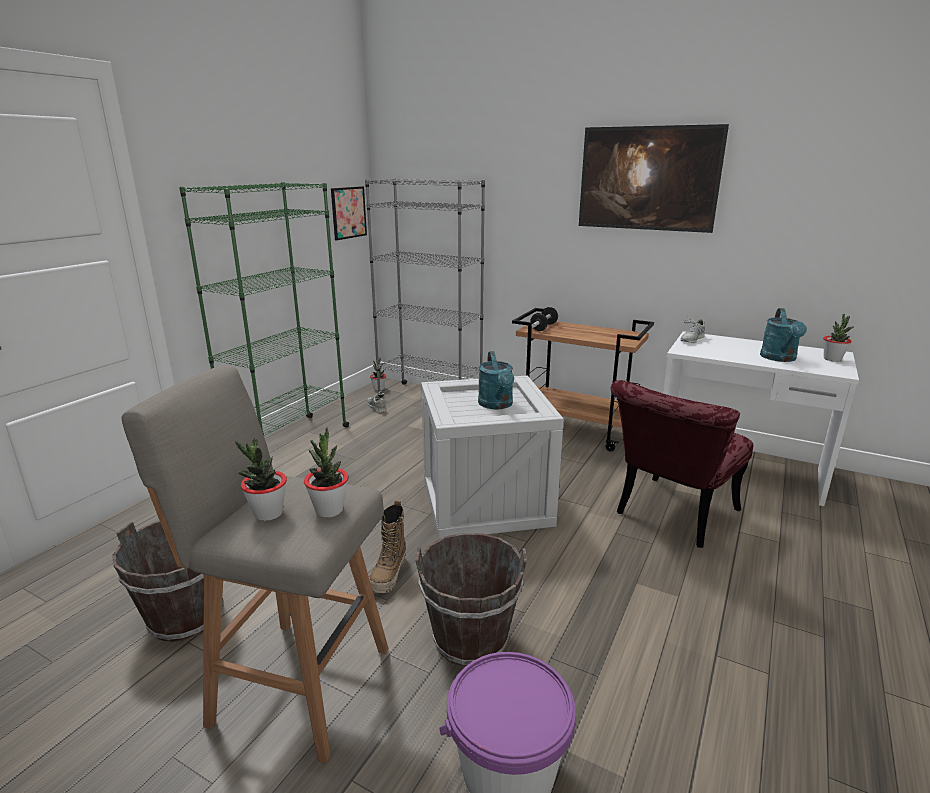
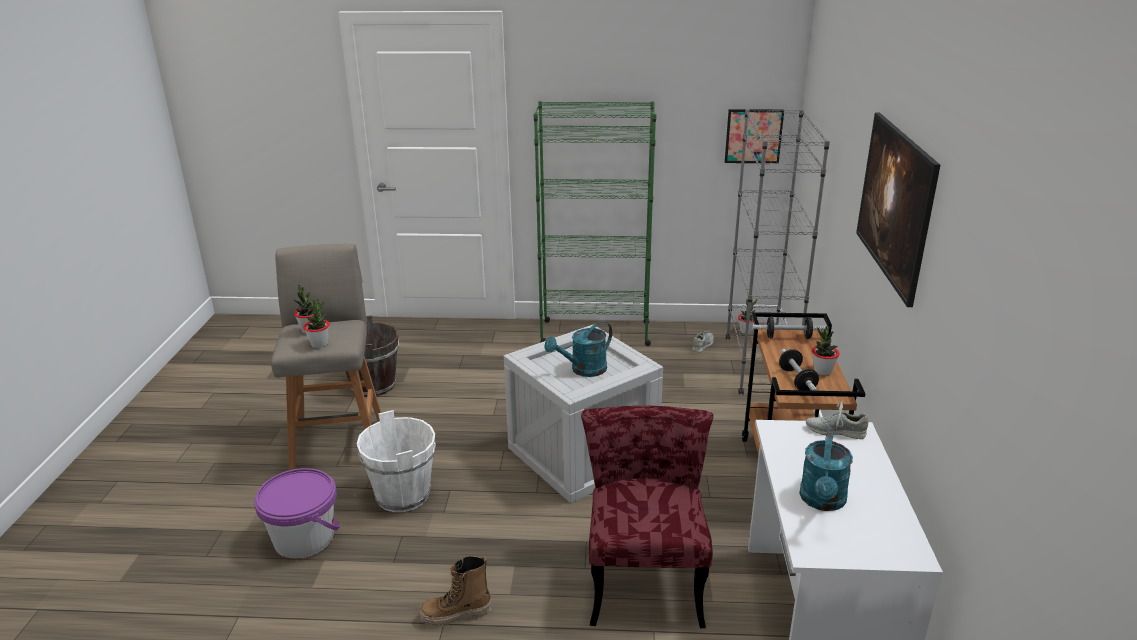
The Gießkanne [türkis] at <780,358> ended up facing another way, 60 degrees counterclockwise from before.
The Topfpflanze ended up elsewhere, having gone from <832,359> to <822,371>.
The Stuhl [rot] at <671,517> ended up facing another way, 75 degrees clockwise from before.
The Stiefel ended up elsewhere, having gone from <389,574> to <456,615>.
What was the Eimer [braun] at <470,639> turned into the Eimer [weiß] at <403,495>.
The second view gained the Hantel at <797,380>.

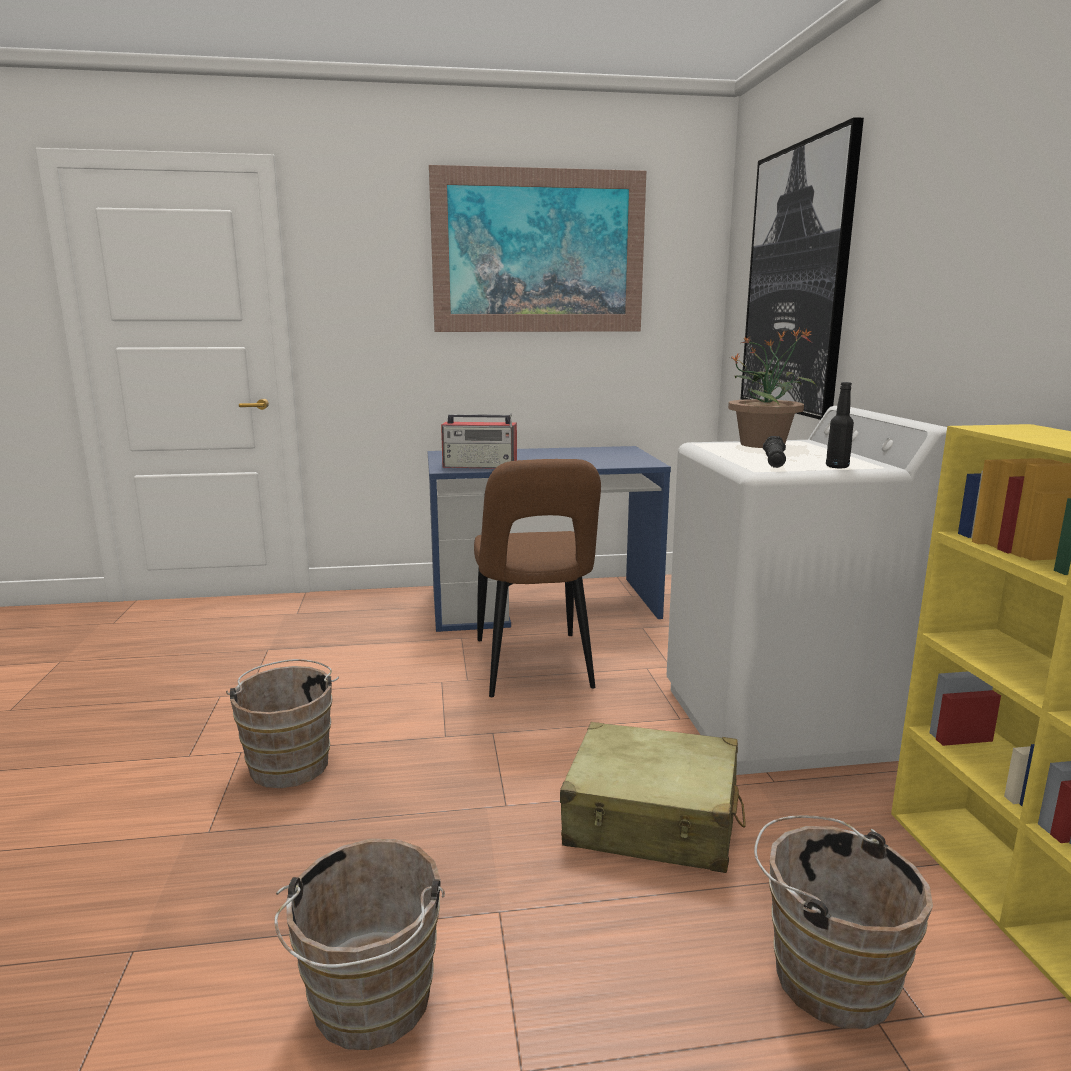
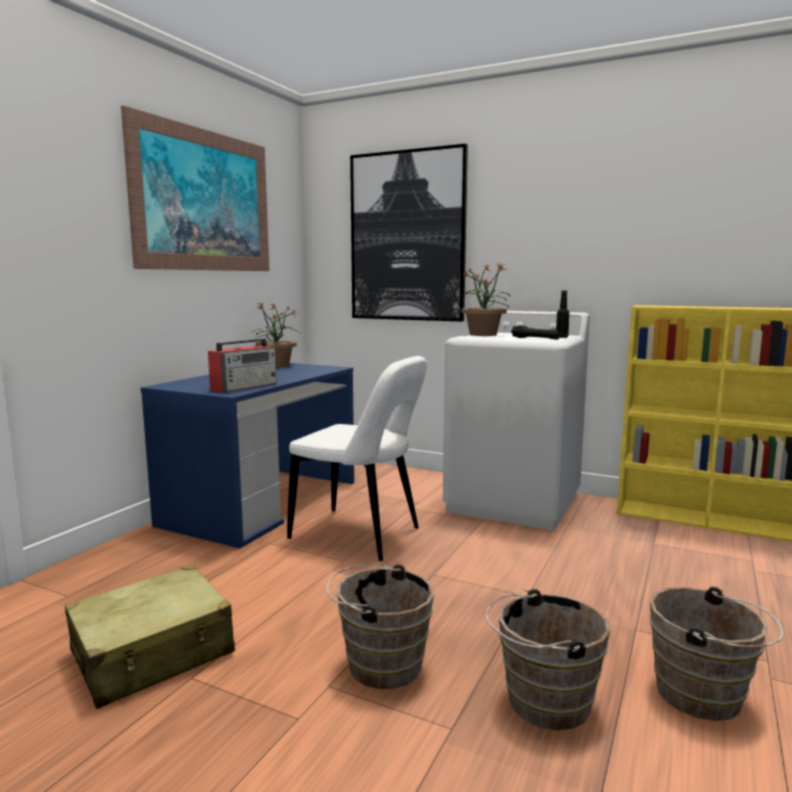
What was the Stuhl [braun] at <534,667> turned into the Stuhl [weiß] at <360,535>.
The Koffer [beige] ended up elsewhere, having gone from <652,820> to <153,653>.
The Eimer [braun] ended up elsewhere, having gone from <824,973> to <541,702>.
The second view gained the Topfpflanze at <277,365>.

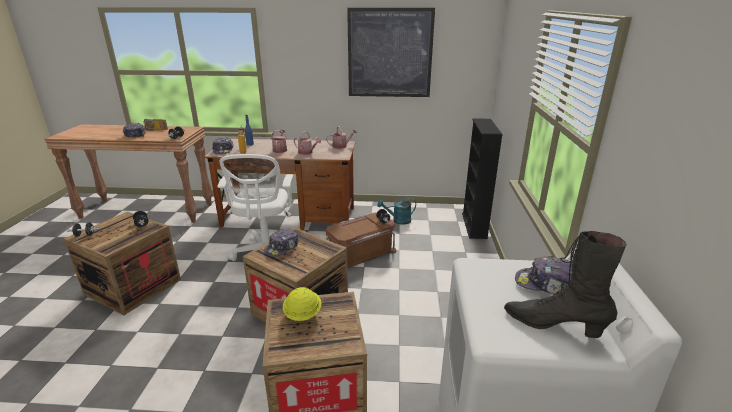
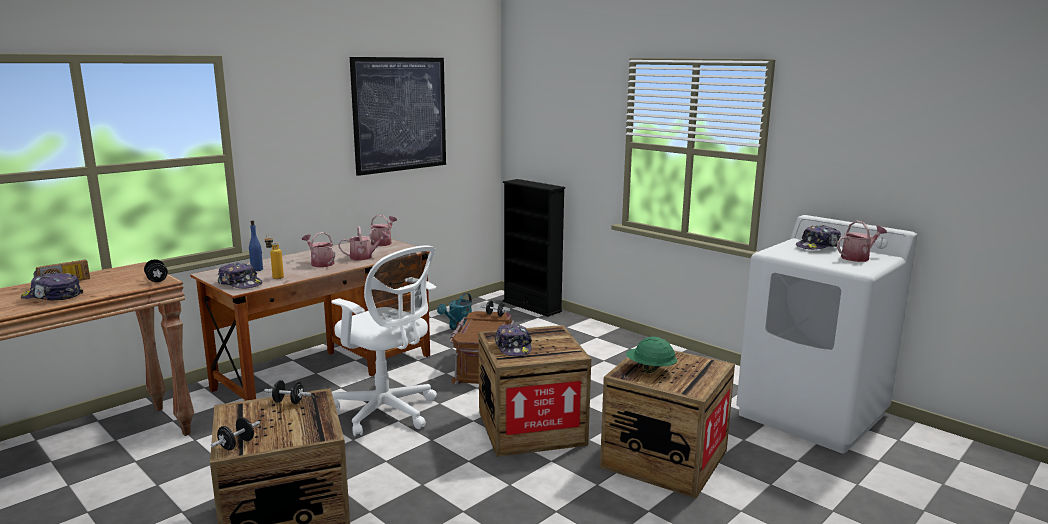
Where the Stiefel [schwarz] stood at <553,325>, the Gießkanne came to stand at <858,257>.
What was the Schutzhelm [gelb] at <302,314> turned into the Schutzhelm [grün] at <650,369>.

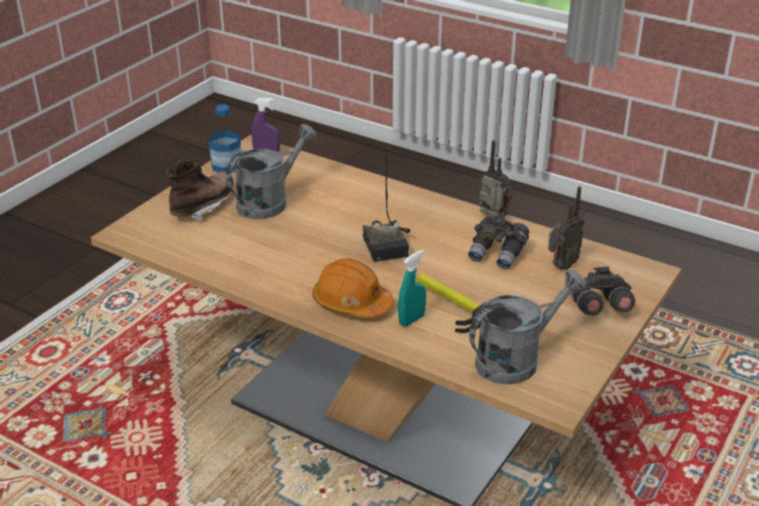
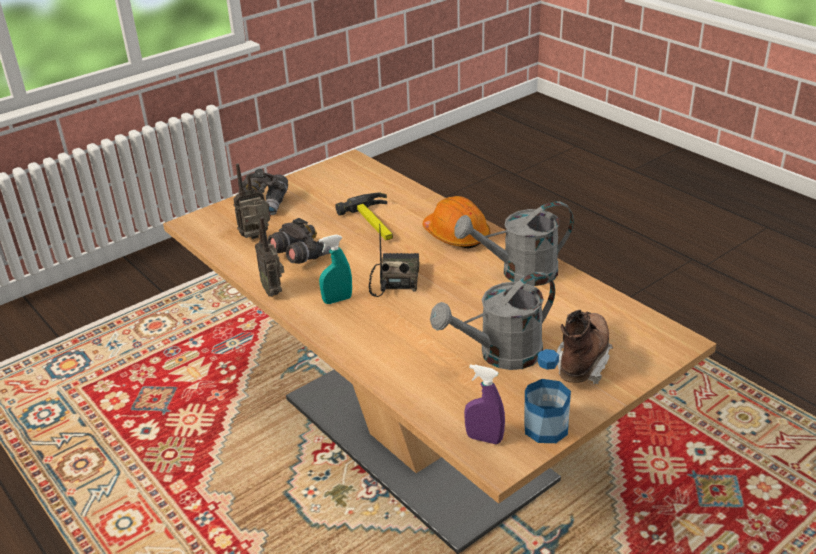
The Stiefel [braun] at <203,207> ended up facing another way, 150 degrees clockwise from before.
The Sprühflasche [türkis] ended up elsewhere, having gone from <411,320> to <337,300>.
The Gießkanne [grau] ended up elsewhere, having gone from <516,359> to <519,273>.

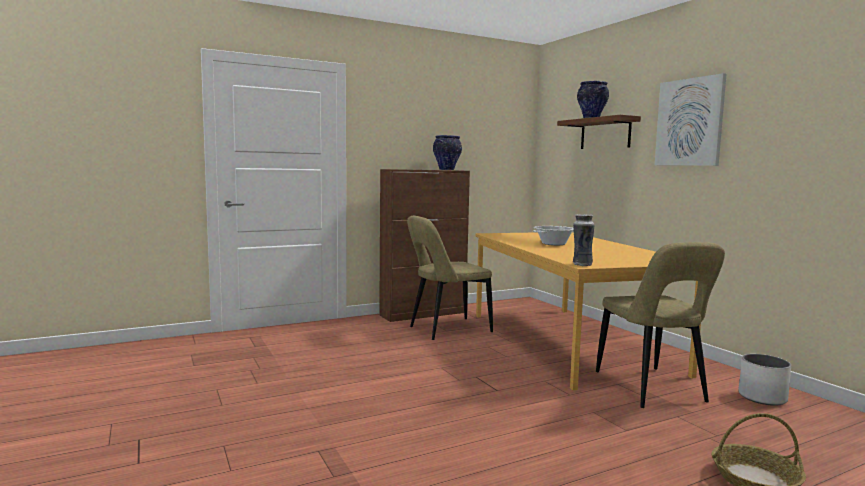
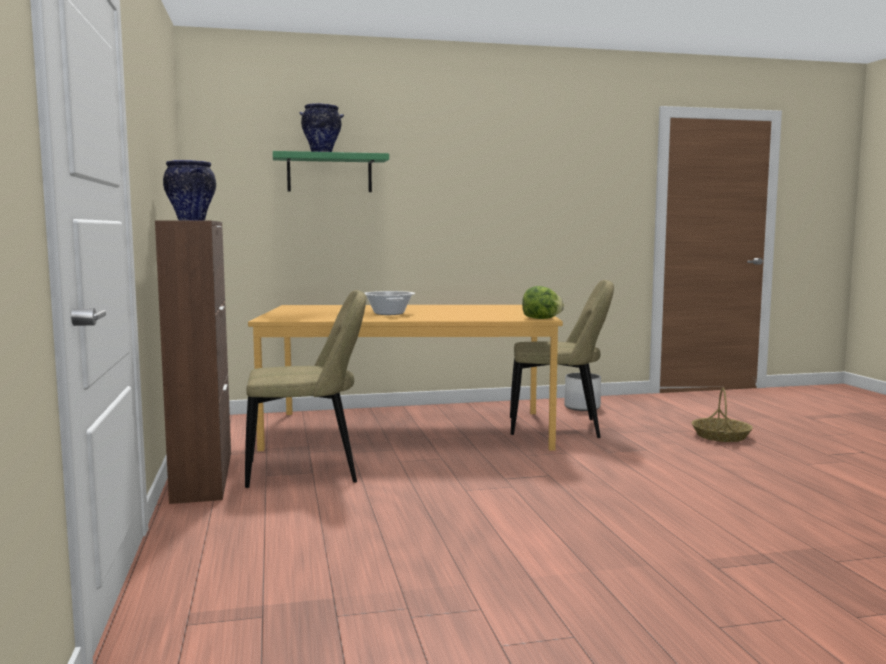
The second view lost the Bild at <689,122>.
What was the Wandregal [braun] at <605,133> turned into the Wandregal [grün] at <329,173>.
Where the Vase stood at <581,264>, the Salatkopf came to stand at <541,318>.
The Stuhl [beige] at <446,330> ended up facing another way, 90 degrees counterclockwise from before.

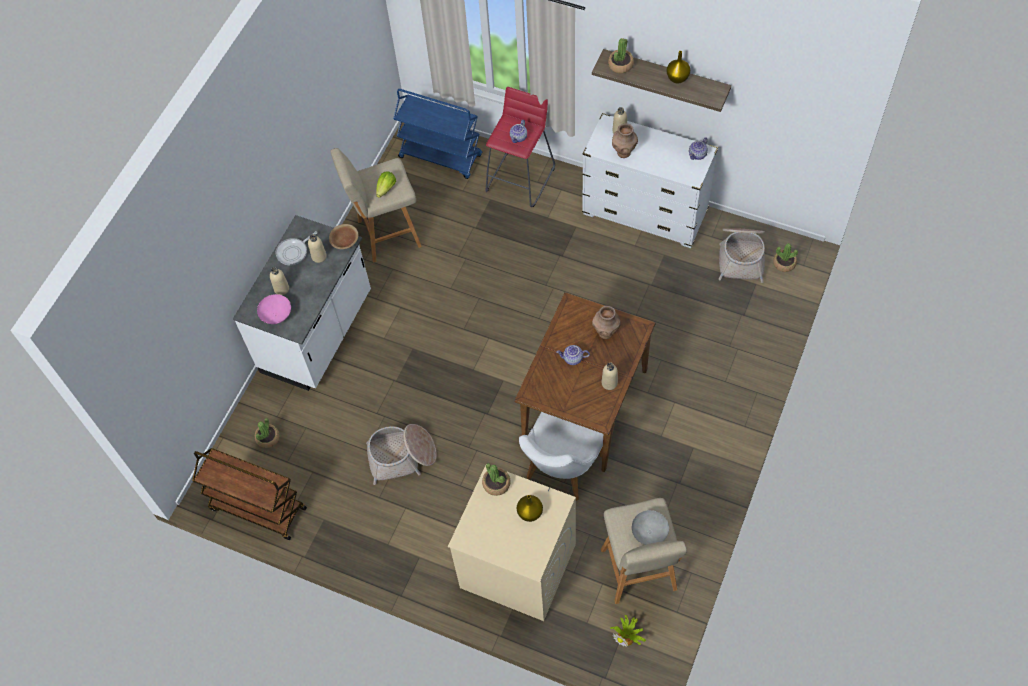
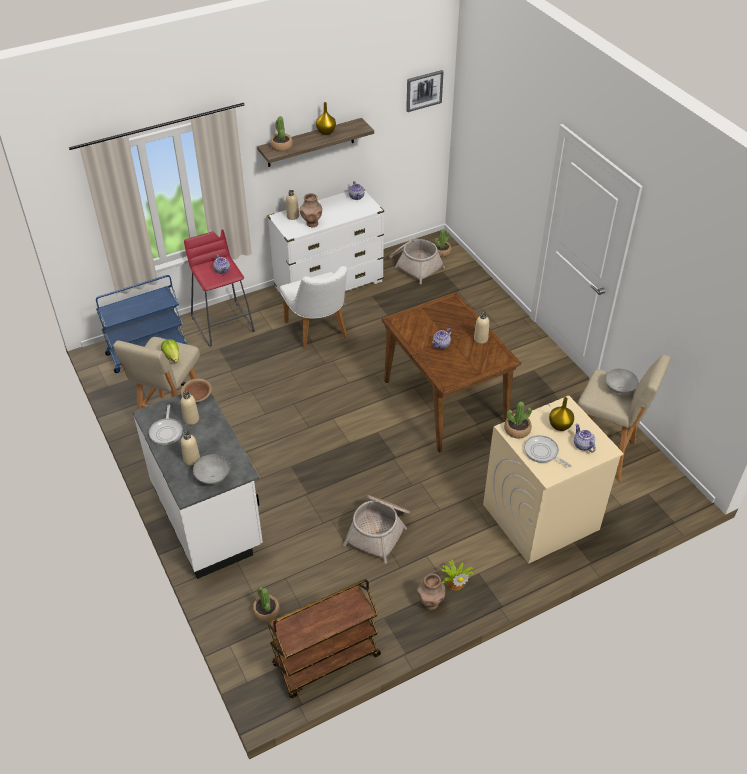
What was the Schüssel [rosa] at <277,315> turned into the Schüssel [grau] at <213,476>.
The Vase [braun] ended up elsewhere, having gone from <606,332> to <430,603>.
The Stuhl [weiß] ended up elsewhere, having gone from <560,472> to <319,332>.
The Topfpflanze ended up elsewhere, having gone from <627,636> to <455,582>.
The second view gained the Bild at <424,90>.
The second view gained the Teekanne at <582,445>.
The second view gained the Pfanne at <542,452>.

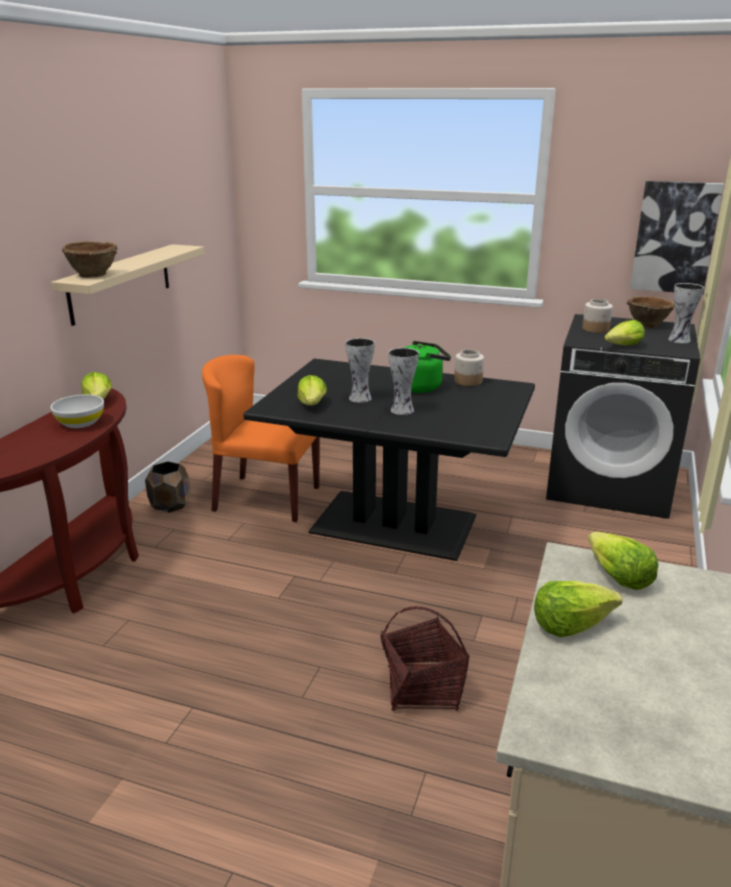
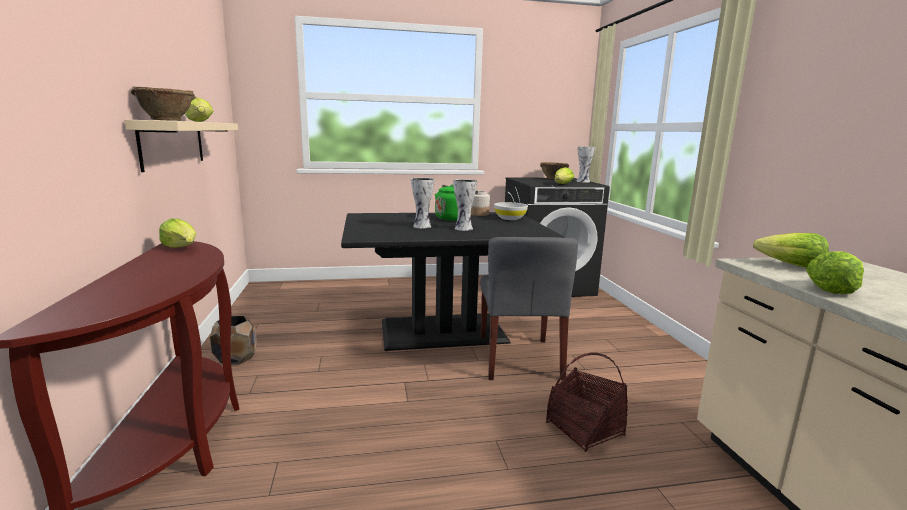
The second view lost the Bild at <674,237>.
The second view lost the Vorratsglas at <596,329>.
The second view lost the Stuhl [orange] at <266,498>.
The Salatkopf ended up elsewhere, having gone from <312,404> to <201,121>.
The Schüssel [weiß] ended up elsewhere, having gone from <80,423> to <510,218>.
The second view gained the Stuhl [grau] at <519,359>.

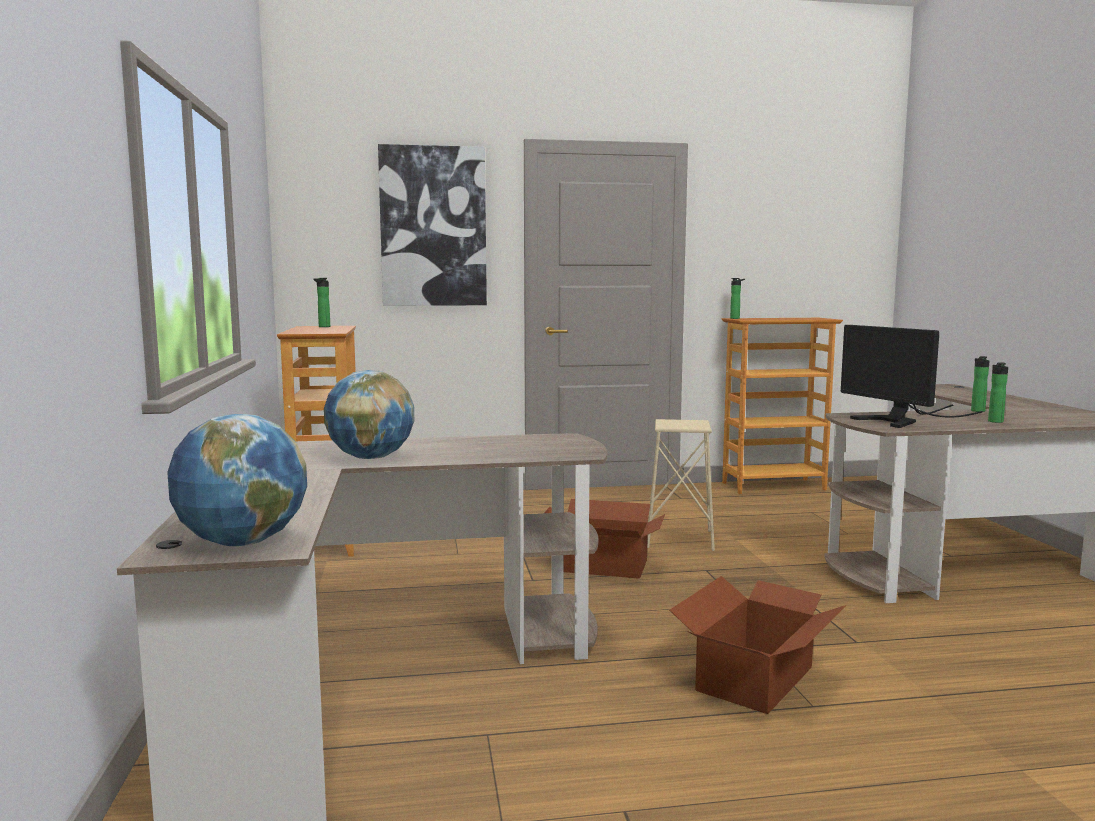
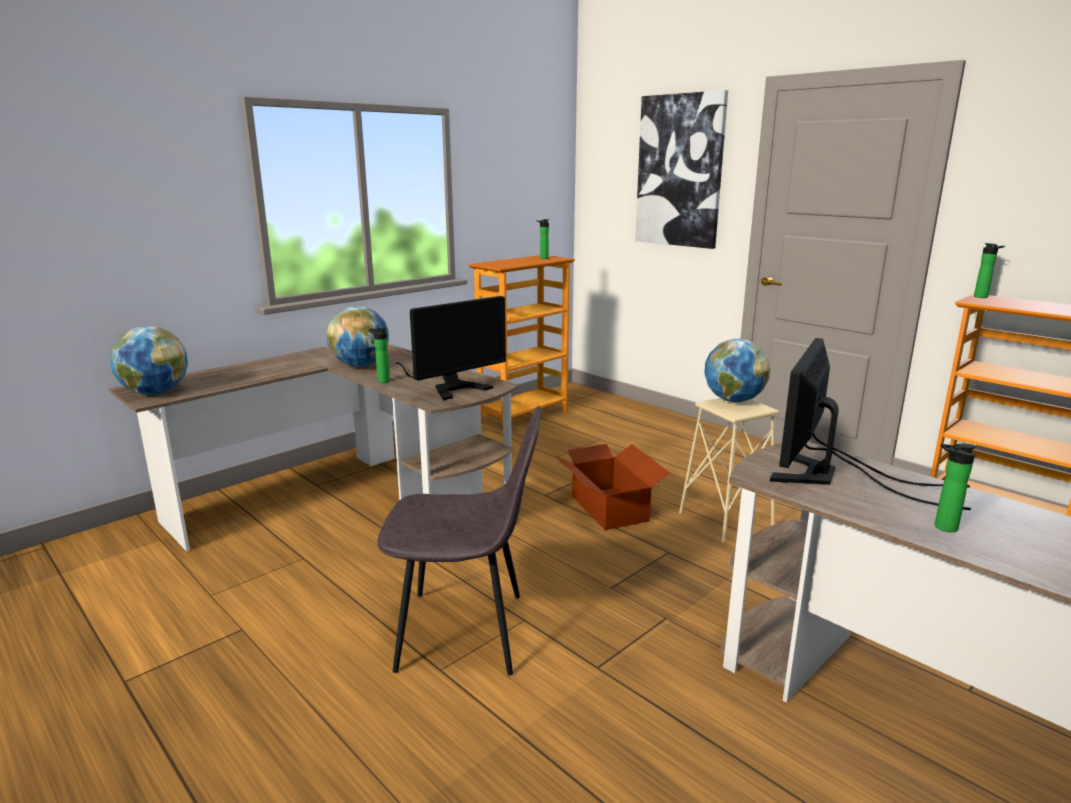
The Flasche ended up elsewhere, having gone from <977,411> to <381,381>.
Where the Karton stood at <757,678>, the Stuhl [grau] came to stand at <466,632>.
The second view gained the Monitor at <449,385>.
The second view gained the Globus at <733,400>.

